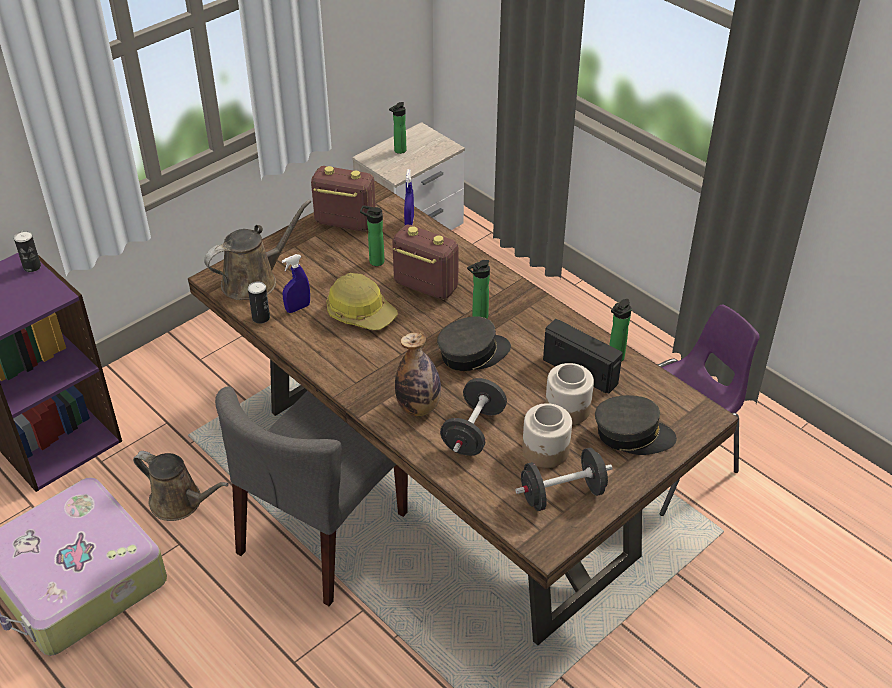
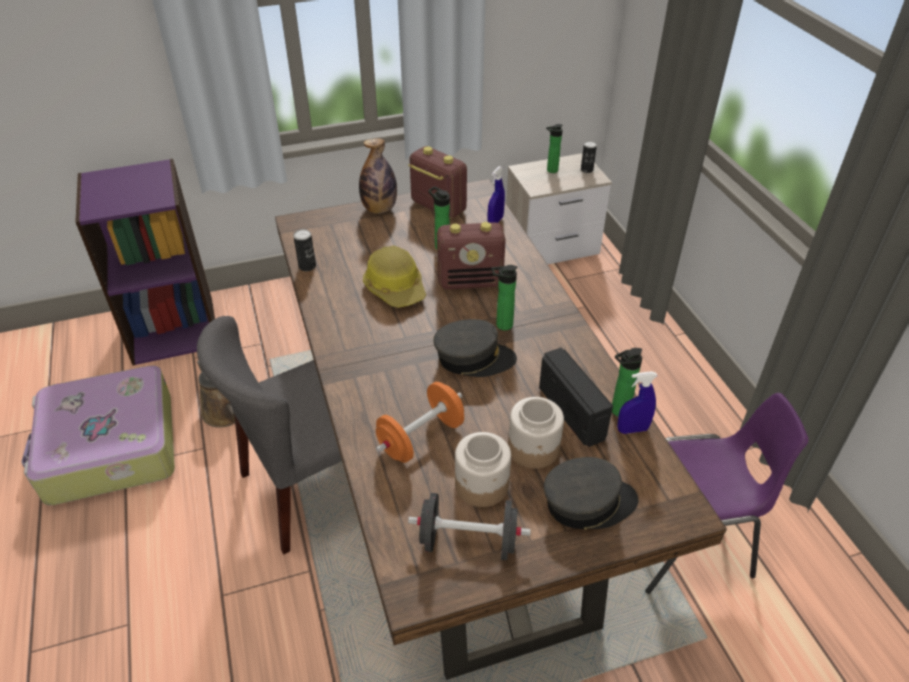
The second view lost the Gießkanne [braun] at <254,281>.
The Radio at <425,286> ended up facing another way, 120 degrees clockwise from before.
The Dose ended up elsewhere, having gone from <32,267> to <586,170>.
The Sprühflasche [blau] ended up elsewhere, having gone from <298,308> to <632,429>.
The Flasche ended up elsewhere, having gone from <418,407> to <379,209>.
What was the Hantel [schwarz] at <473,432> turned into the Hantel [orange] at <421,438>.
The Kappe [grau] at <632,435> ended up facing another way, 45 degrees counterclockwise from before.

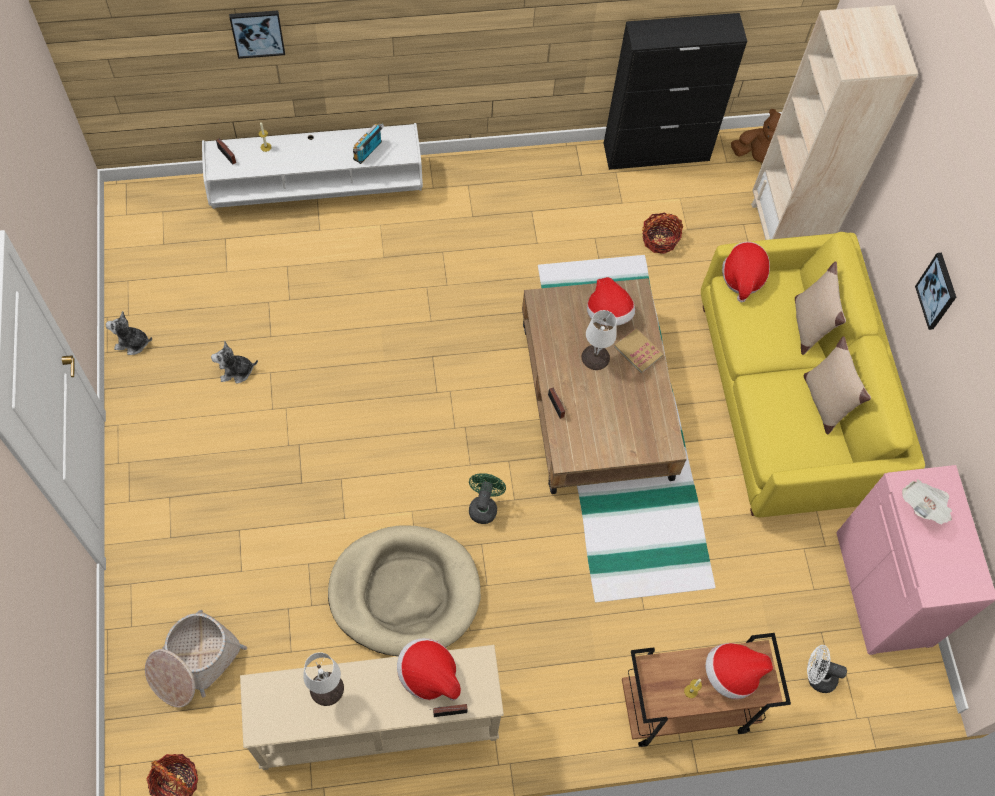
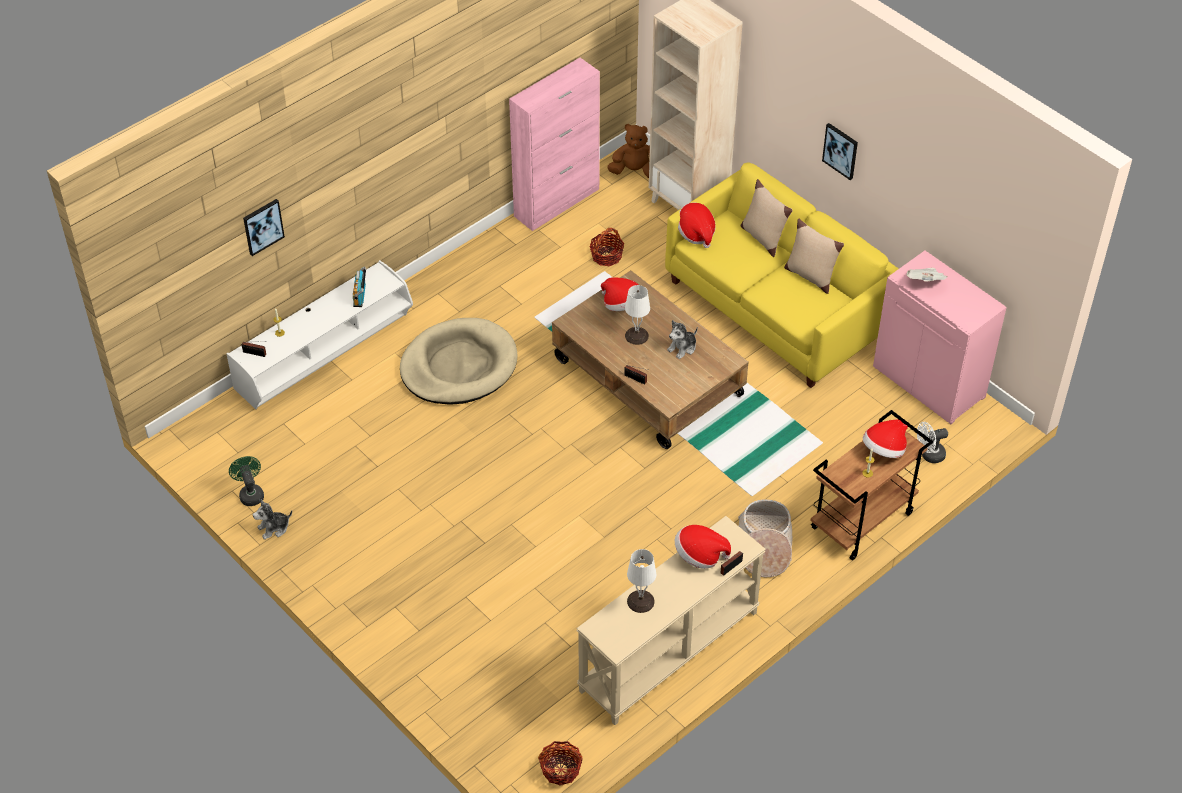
What was the Schrank [schwarz] at <657,152> turned into the Schrank [rosa] at <557,202>.
The second view lost the Buch at <638,351>.
The Plüschtier ended up elsewhere, having gone from <236,371> to <682,348>.
The Ventilator [grün] ended up elsewhere, having gone from <483,506> to <250,493>.
The Hundebett [beige] ended up elsewhere, having gone from <405,592> to <459,366>.
The Korb ended up elsewhere, having gone from <193,662> to <764,546>.

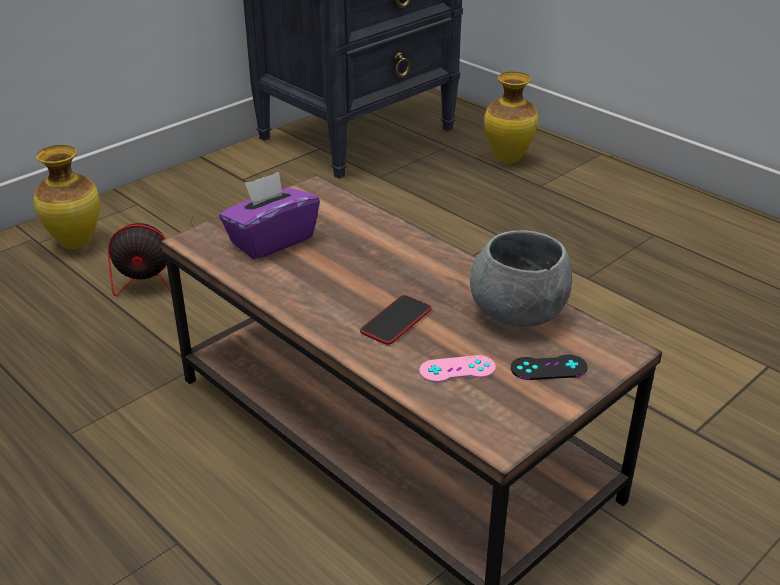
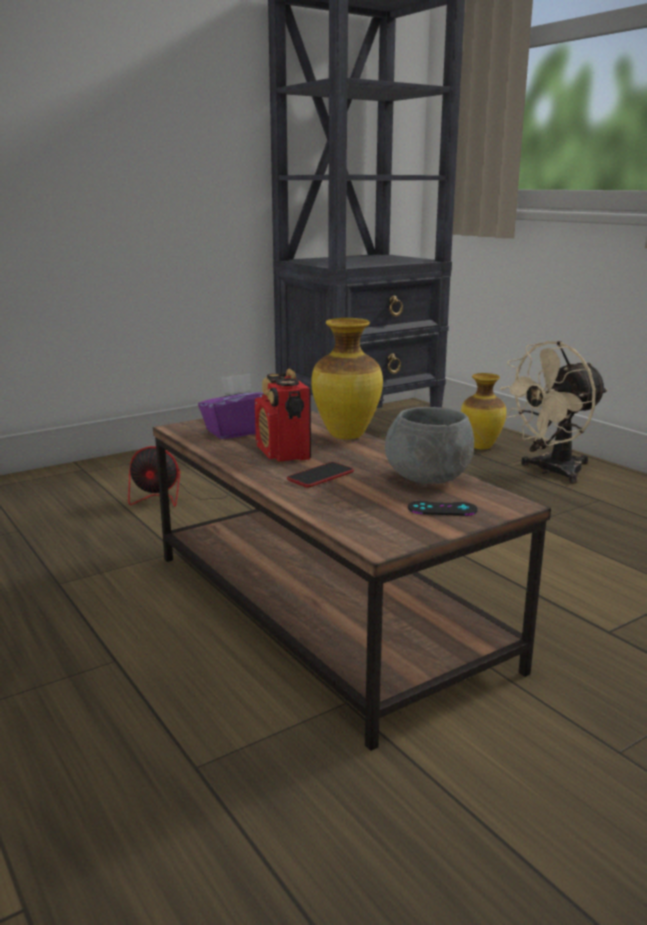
The Vase ended up elsewhere, having gone from <77,243> to <347,436>.
The second view lost the Gamepad [rosa] at <457,369>.
The second view gained the Ventilator [beige] at <551,472>.
The second view gained the Radio at <283,453>.

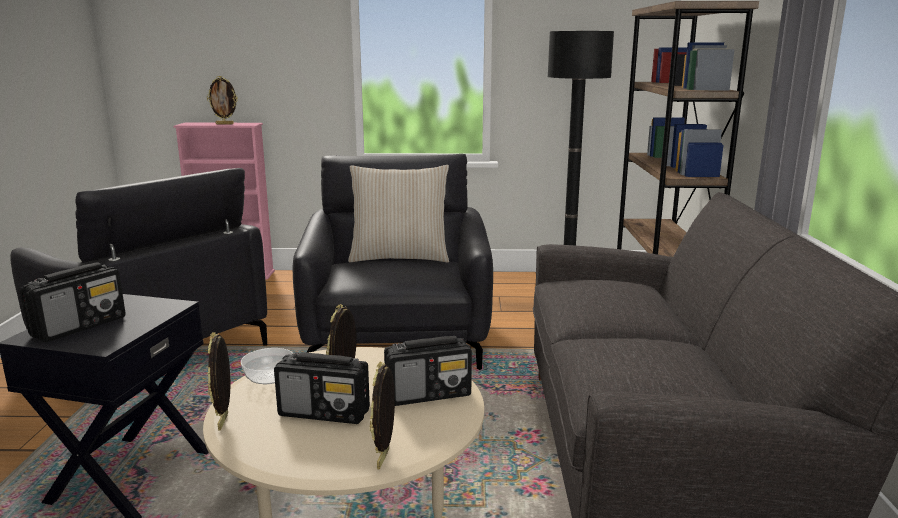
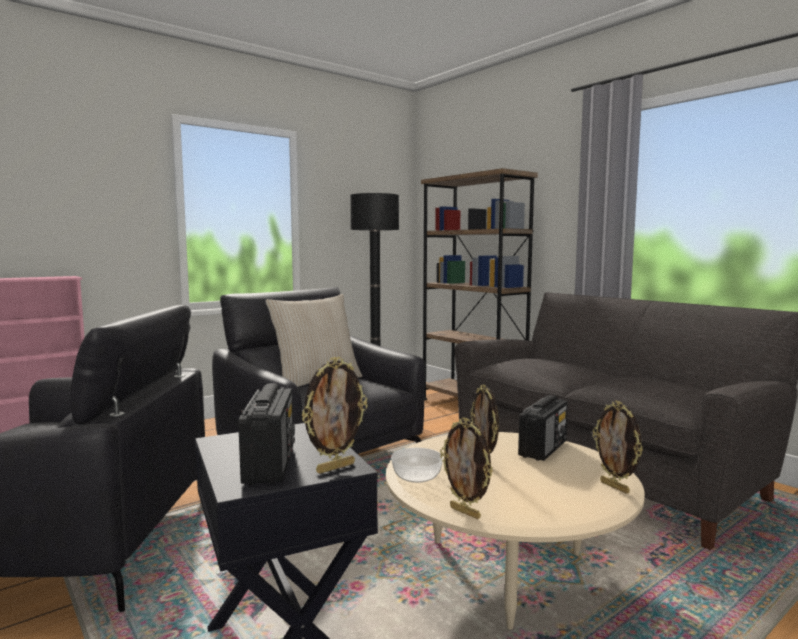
The Bilderrahmen ended up elsewhere, having gone from <225,124> to <335,467>.
The second view lost the Radio at <325,413>.

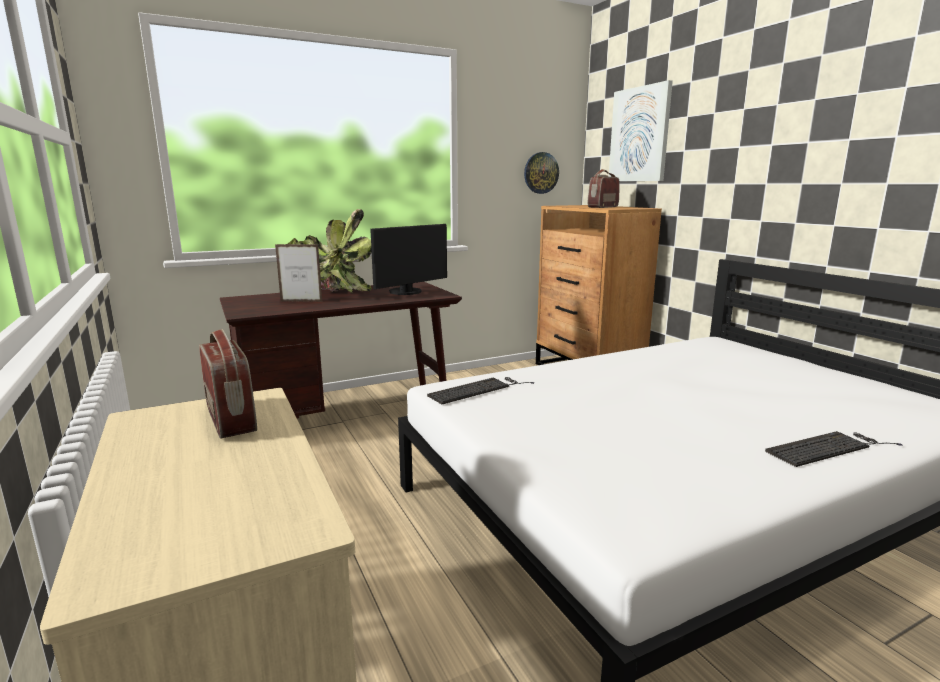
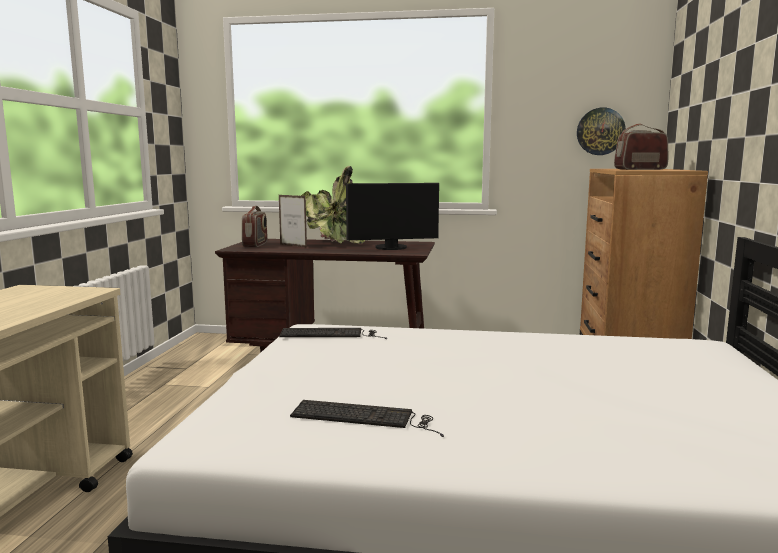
The second view lost the Bild at <640,135>.
The Radio ended up elsewhere, having gone from <232,419> to <255,244>.
The Tastatur ended up elsewhere, having gone from <828,448> to <366,417>.

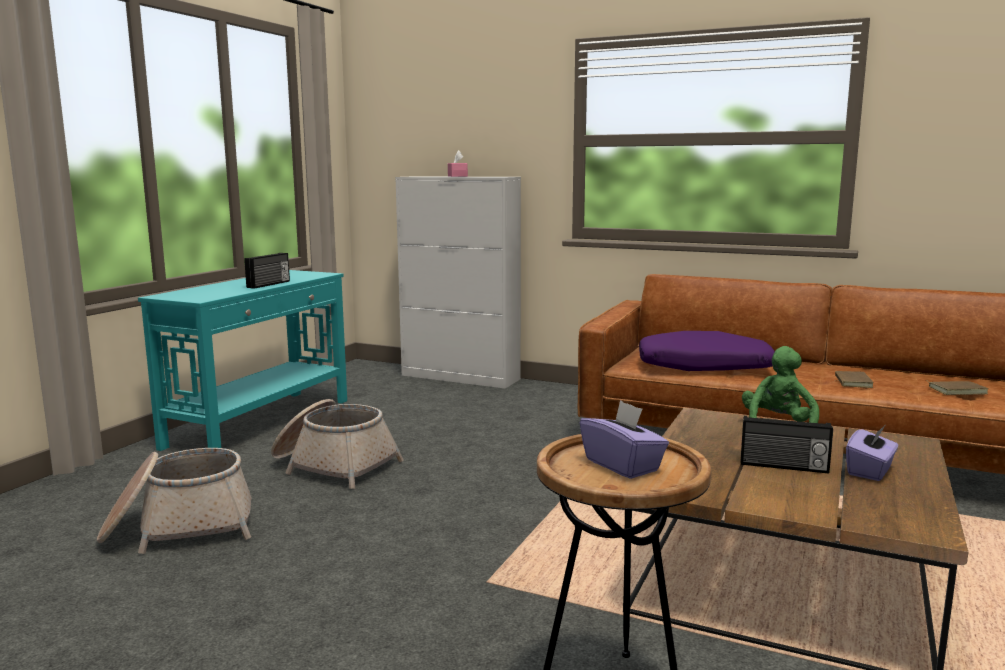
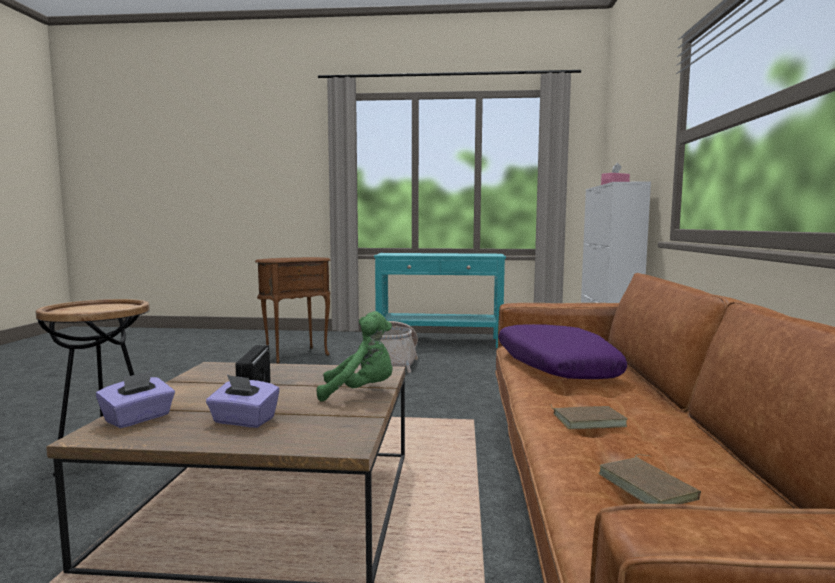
The second view lost the Radio at <269,284>.
The Taschentuchbox [lila] ended up elsewhere, having gone from <622,465> to <138,418>.
Where the Korb stood at <179,527>, the Beistelltisch [braun] came to stand at <295,355>.

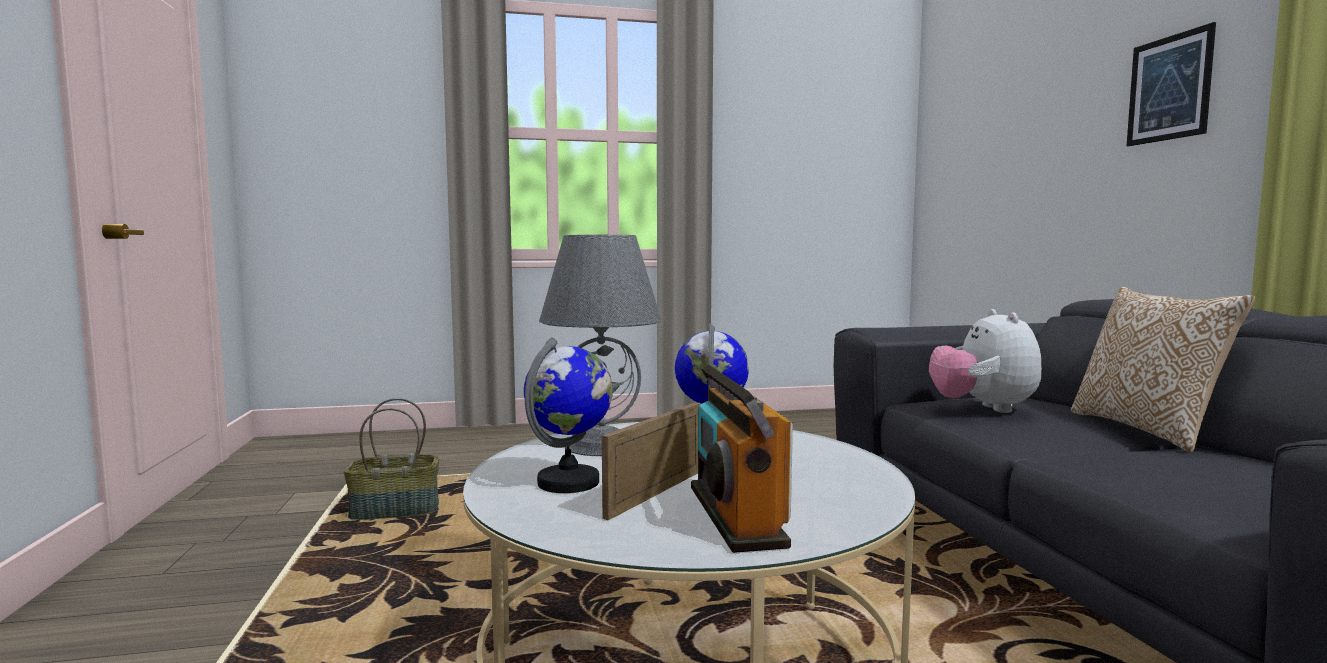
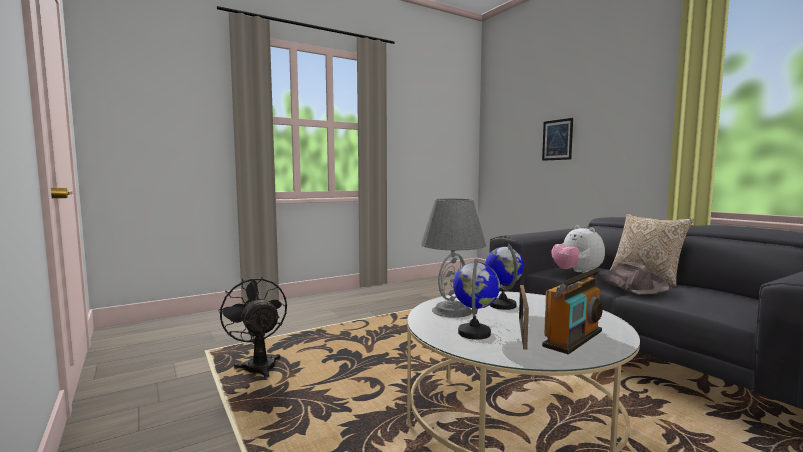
The Bild ended up elsewhere, having gone from <1169,88> to <557,140>.
The Radio at <735,515> ended up facing another way, 105 degrees counterclockwise from before.
Where the Korb stood at <393,512>, the Ventilator [schwarz] came to stand at <258,365>.
The second view gained the Hut [braun] at <632,286>.

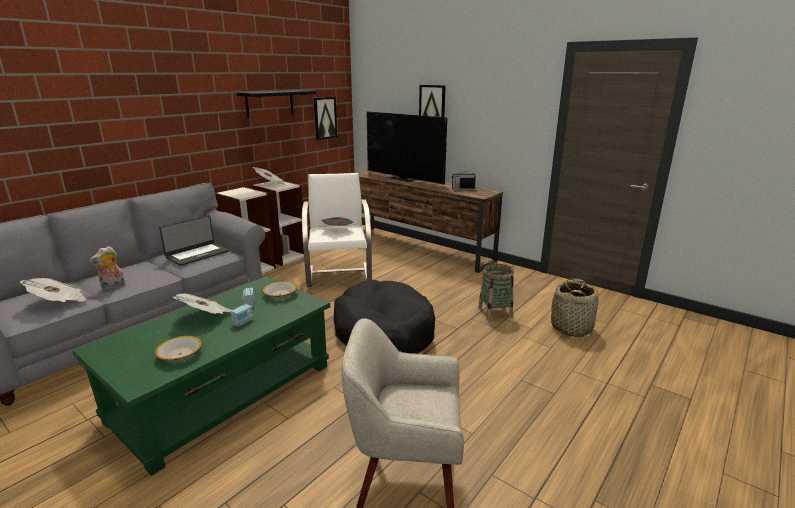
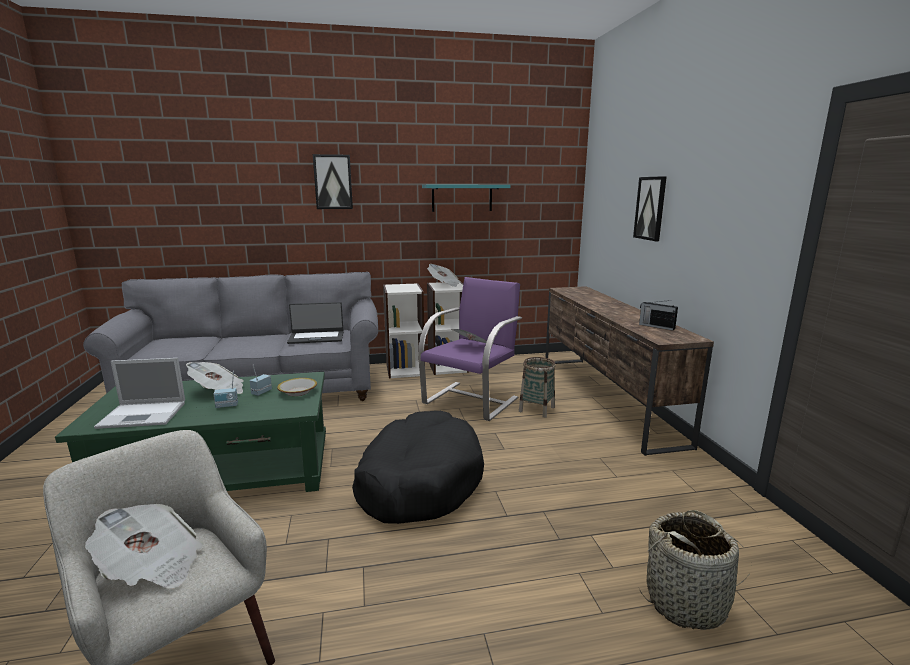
What was the Wandregal [schwarz] at <269,103> turned into the Wandregal [türkis] at <462,198>.
The Bild ended up elsewhere, having gone from <325,118> to <333,182>.
The second view lost the Fernseher at <404,178>.
What was the Sessel [weiß] at <339,274> turned into the Sessel [lila] at <471,400>.
The second view lost the Plüschtier at <113,287>.
The Korb ended up elsewhere, having gone from <495,312> to <537,409>.
The Zeitung ended up elsewhere, having gone from <59,302> to <152,566>.
Where the Schüssel stood at <180,354>, the Laptop came to stand at <144,415>.

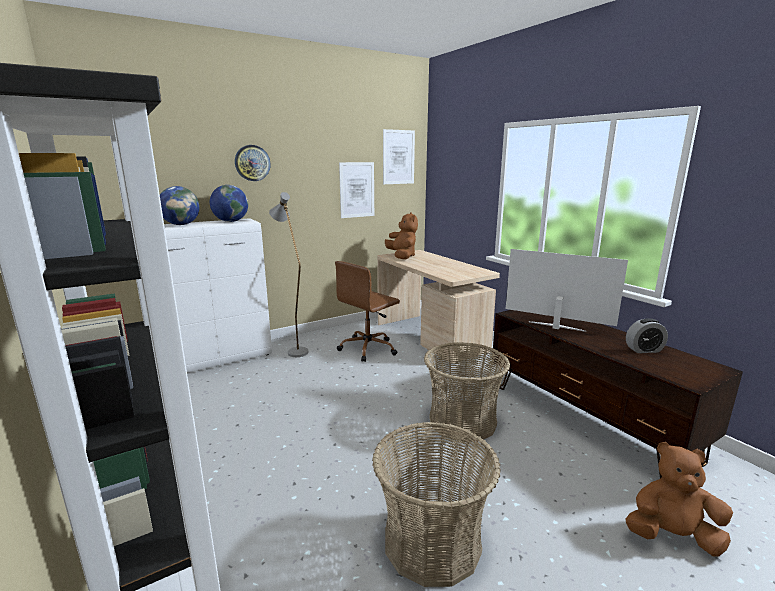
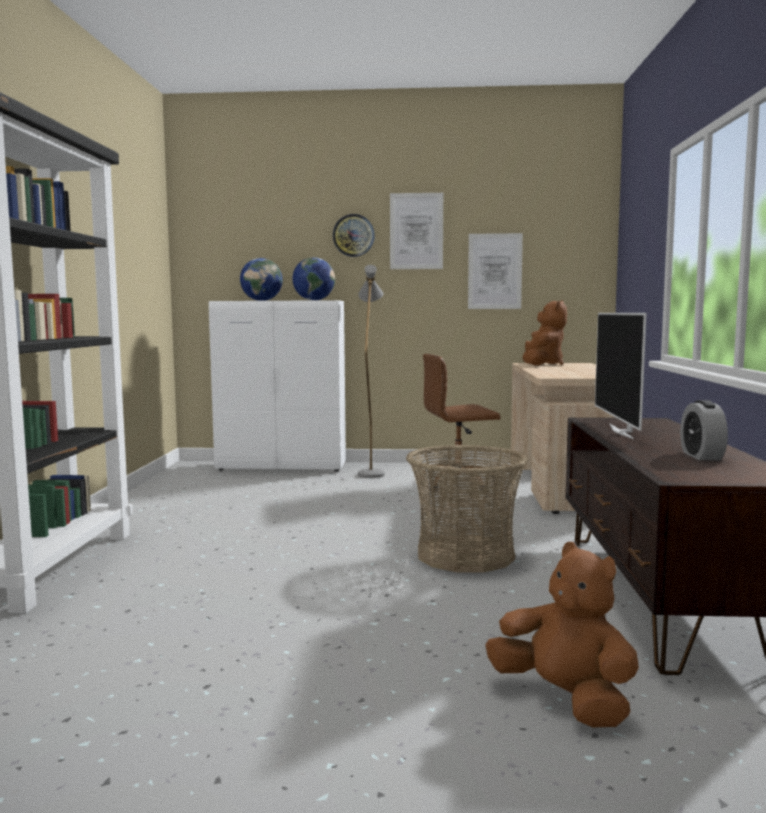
The Bild ended up elsewhere, having gone from <398,157> to <416,231>.
The Fernseher at <556,327> ended up facing another way, 150 degrees counterclockwise from before.
The Wecker at <644,350> ended up facing another way, 60 degrees clockwise from before.
The second view lost the Korb at <432,542>.

